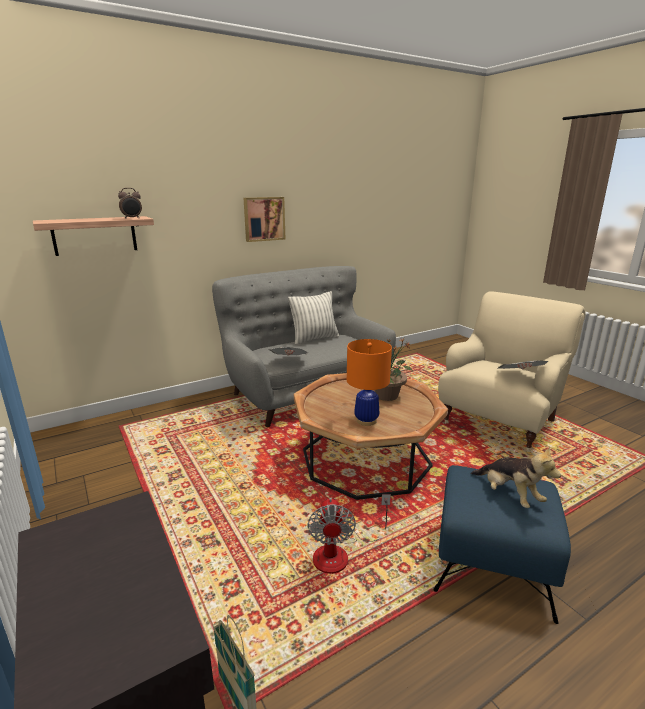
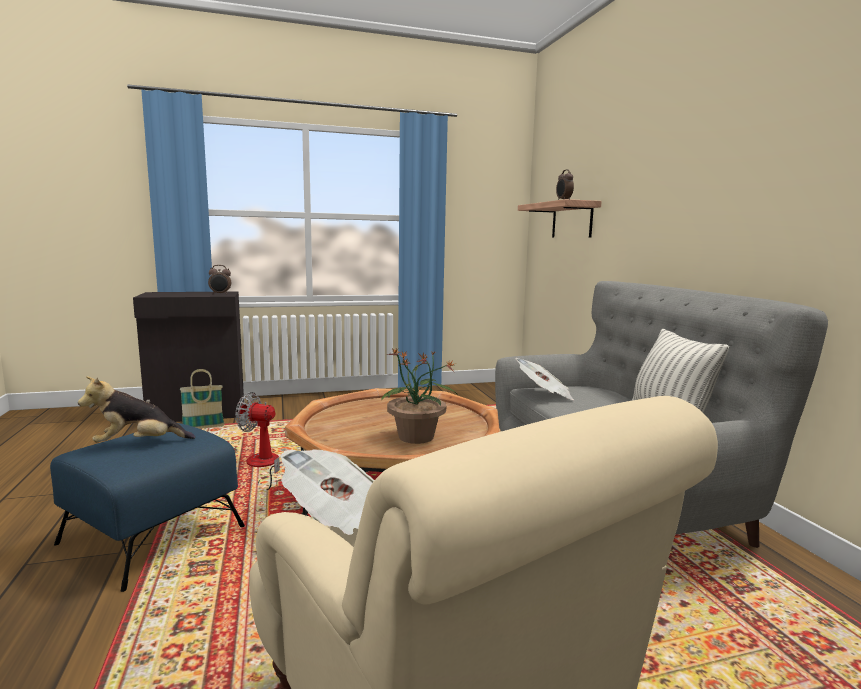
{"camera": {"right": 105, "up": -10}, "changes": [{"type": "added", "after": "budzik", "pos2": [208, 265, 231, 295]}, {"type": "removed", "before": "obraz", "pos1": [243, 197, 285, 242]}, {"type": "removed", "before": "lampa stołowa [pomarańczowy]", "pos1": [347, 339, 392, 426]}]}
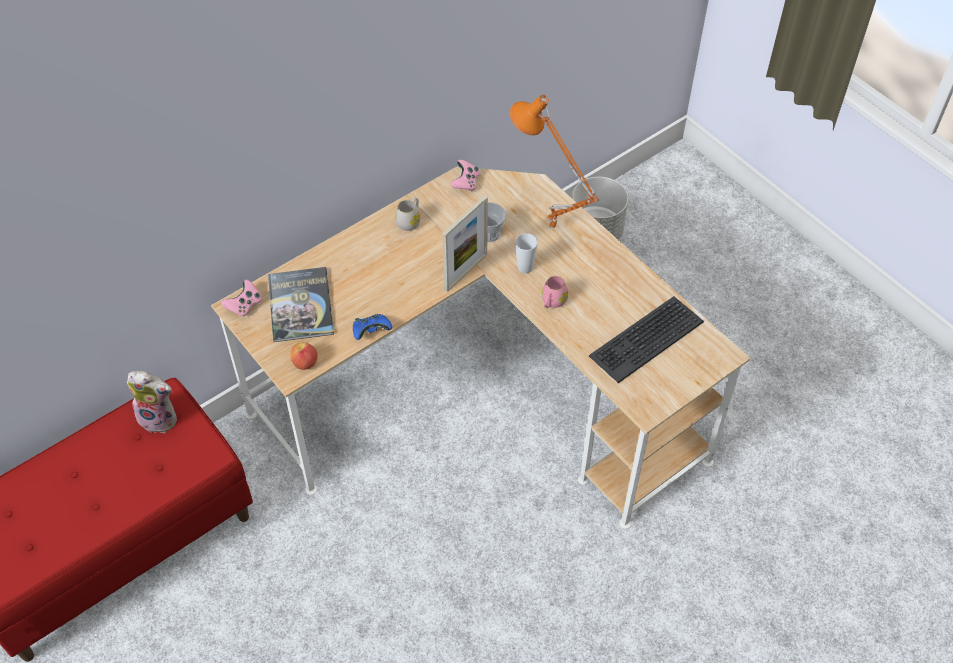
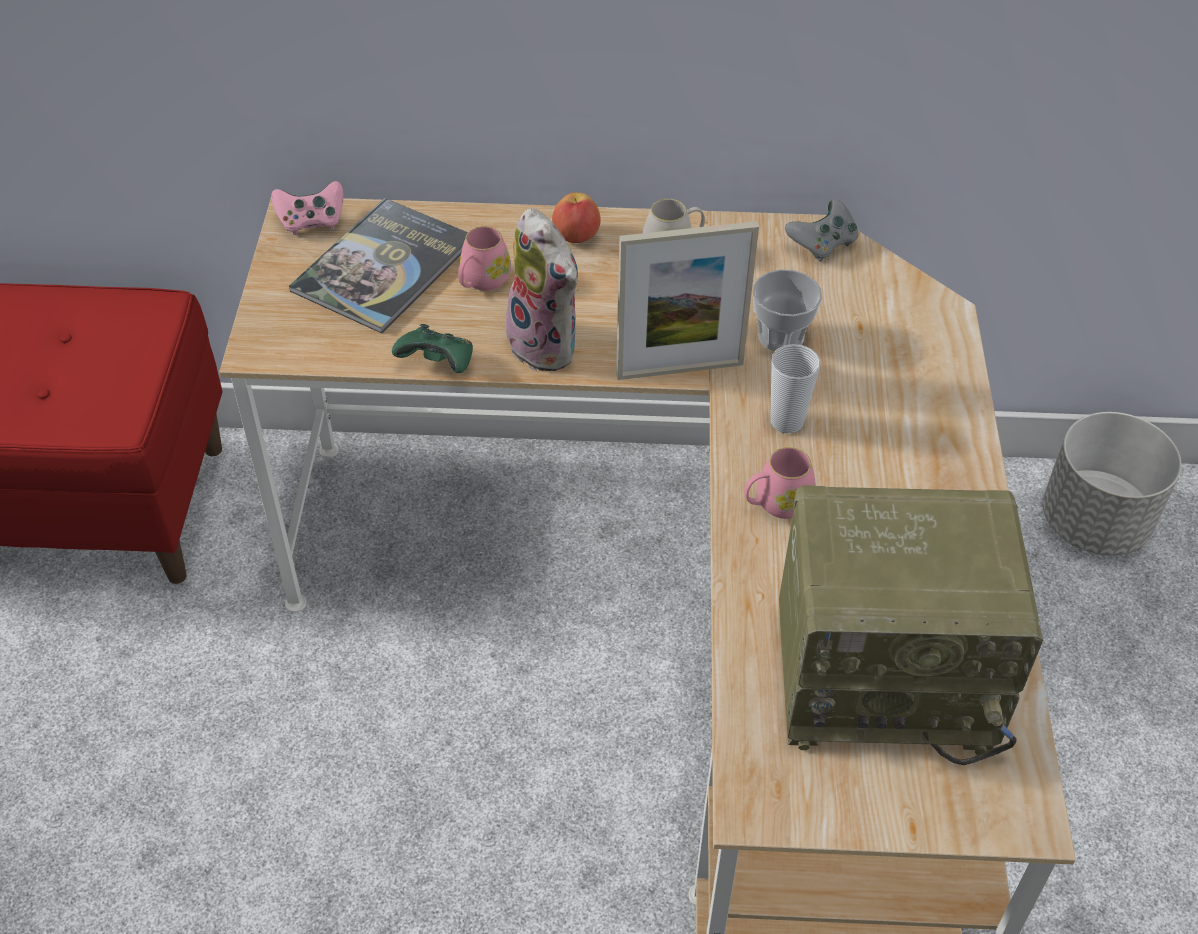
{"camera": {"right": 40, "up": -5}, "changes": [{"type": "recoloured", "before": "pad do gier [niebieski]", "after": "pad do gier [zielony]", "pos1": [353, 314, 392, 340], "pos2": [392, 324, 473, 373]}, {"type": "added", "after": "kubek [różowy]", "pos2": [458, 226, 511, 291]}, {"type": "moved", "before": "pluszak", "pos1": [127, 370, 177, 433], "pos2": [506, 208, 579, 372]}, {"type": "moved", "before": "jabłko", "pos1": [290, 342, 318, 370], "pos2": [552, 193, 601, 243]}, {"type": "replaced", "before": "klawiatura", "after": "radio", "pos1": [589, 296, 704, 383], "pos2": [779, 485, 1043, 765]}, {"type": "recoloured", "before": "pad do gier [różowy]", "after": "pad do gier [szary]", "pos1": [451, 160, 480, 191], "pos2": [785, 199, 859, 262]}, {"type": "removed", "before": "lampa stołowa [pomarańczowy]", "pos1": [510, 95, 599, 229]}]}
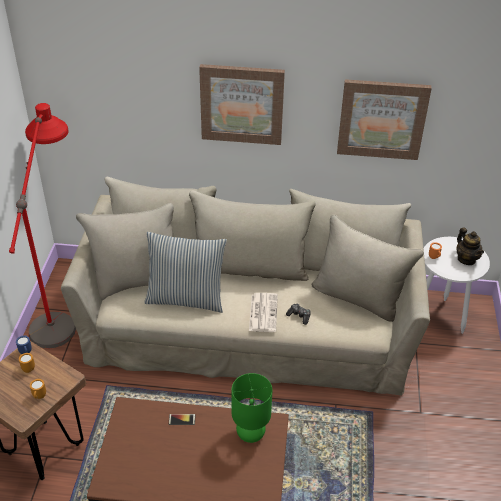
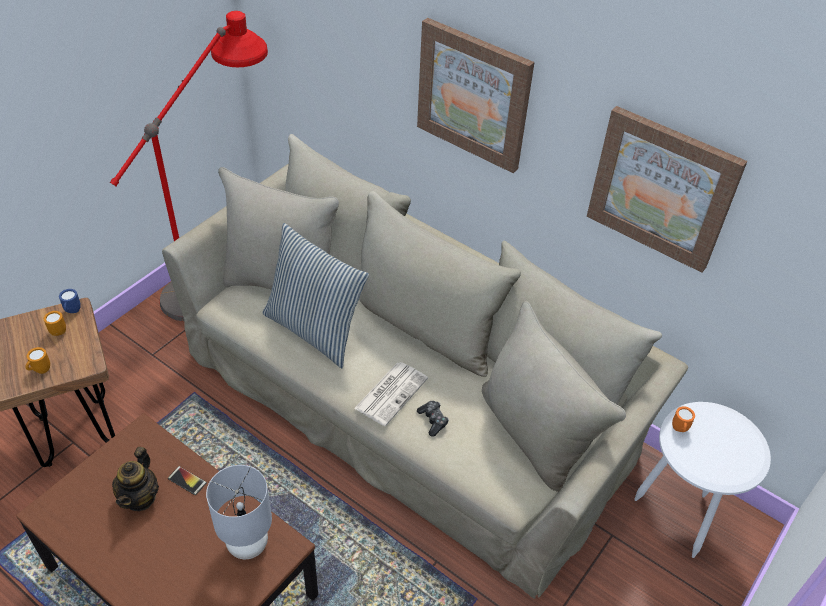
{"camera": {"right": 30, "up": 5}, "changes": [{"type": "moved", "before": "imbryk", "pos1": [456, 228, 484, 265], "pos2": [112, 447, 159, 511]}, {"type": "recoloured", "before": "lampa stołowa [zielony]", "after": "lampa stołowa [szary]", "pos1": [232, 373, 272, 443], "pos2": [206, 465, 272, 559]}]}
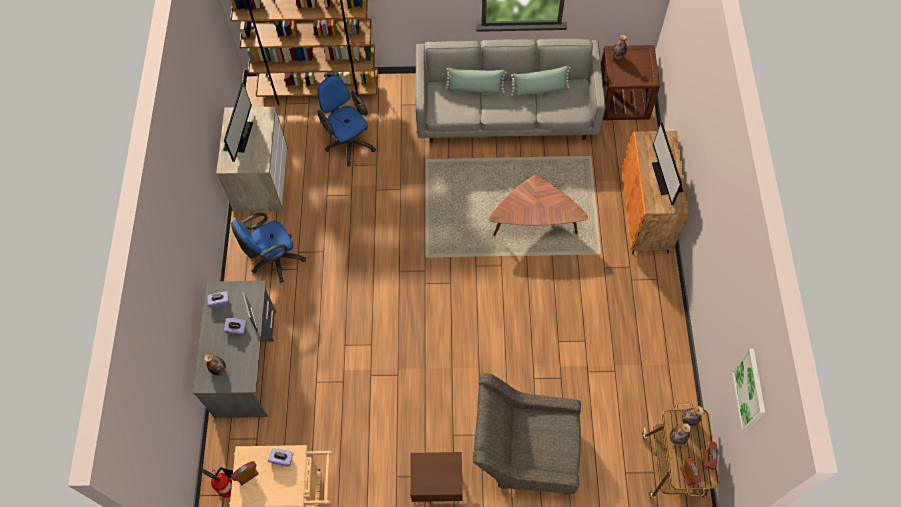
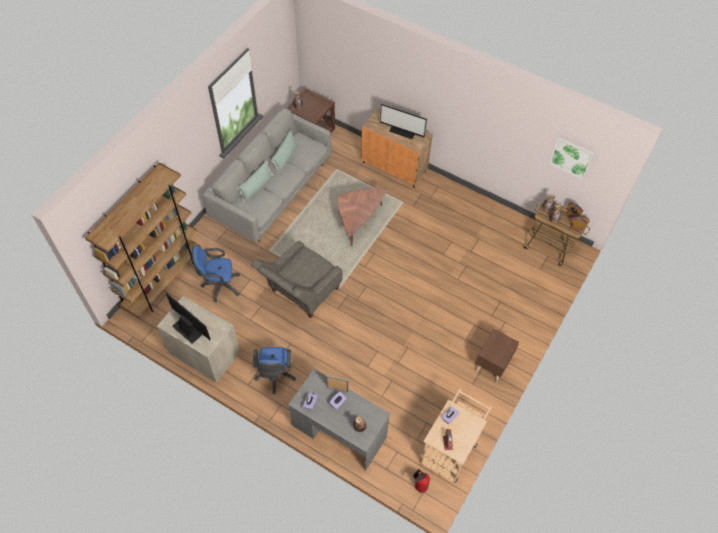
{"camera": {"right": -60, "up": -5}, "changes": [{"type": "moved", "before": "fotel [szary]", "pos1": [473, 373, 581, 494], "pos2": [251, 241, 342, 318]}]}
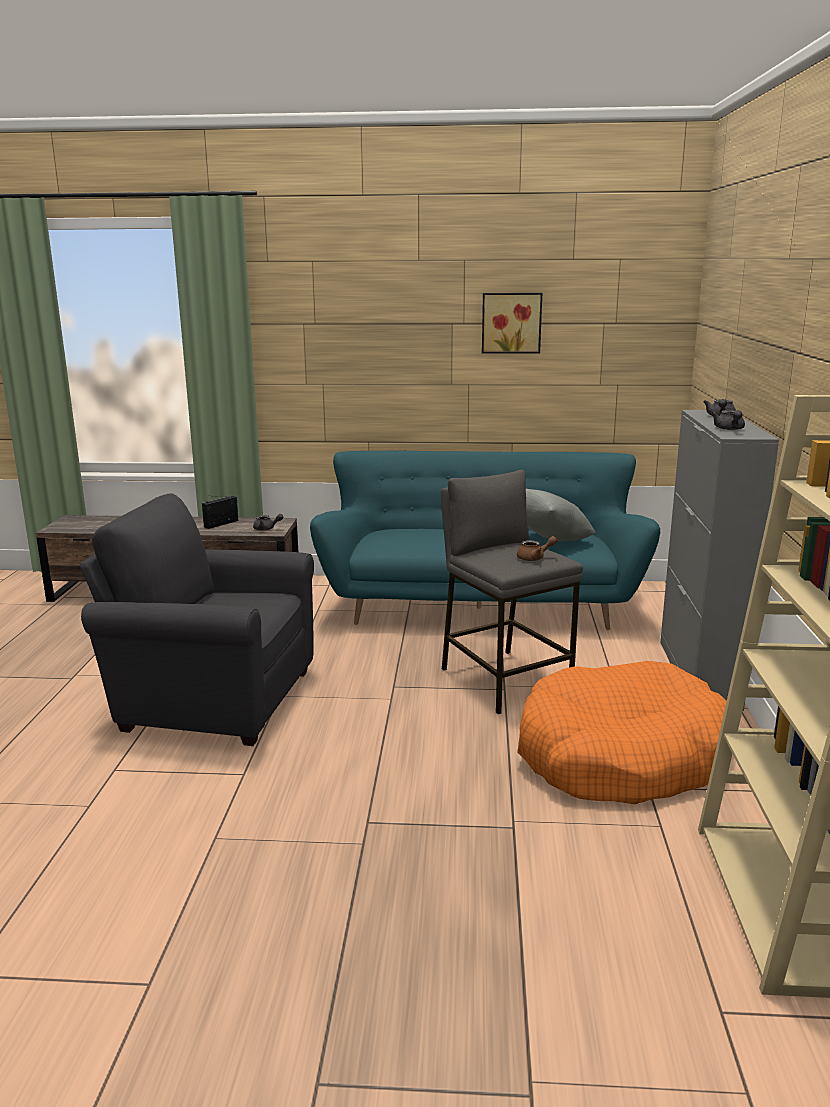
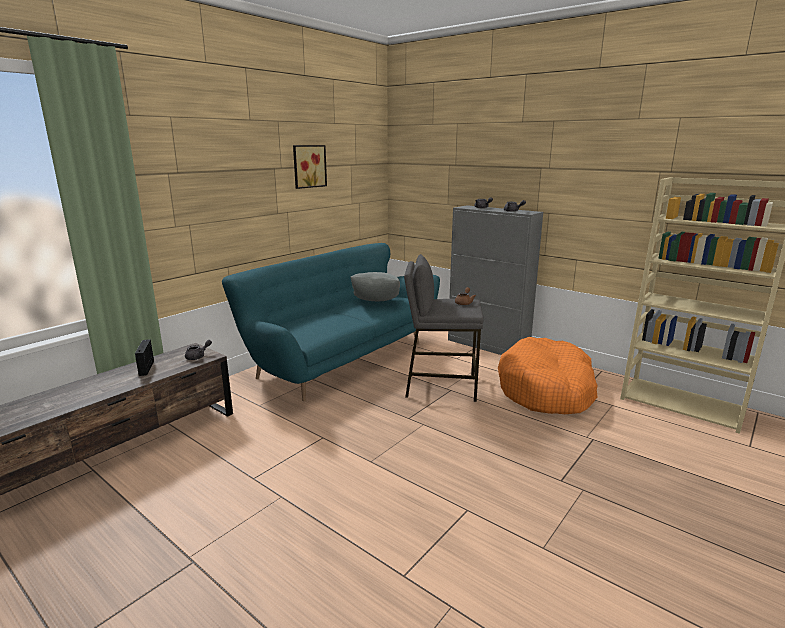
{"camera": {"right": -55, "up": 0}, "changes": [{"type": "removed", "before": "fotel [szary]", "pos1": [80, 493, 314, 746]}]}
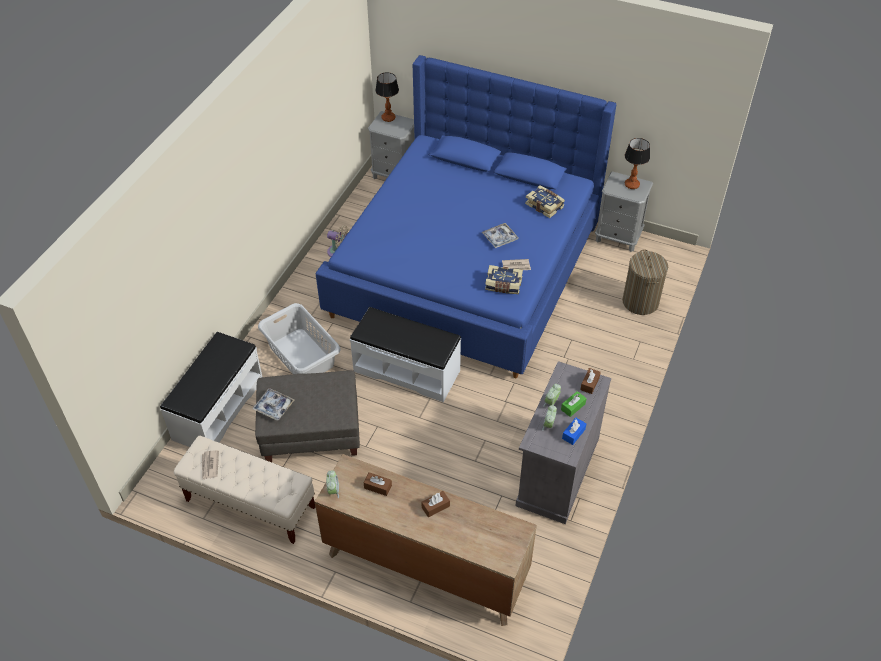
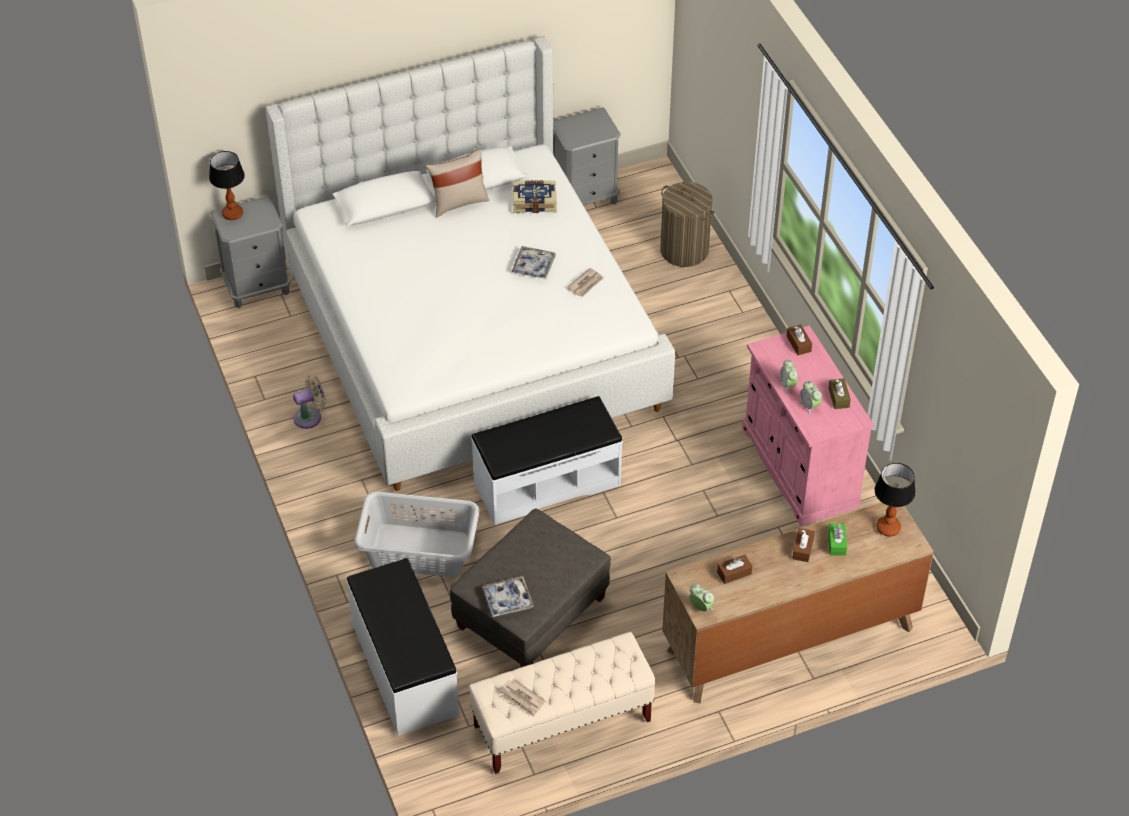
{"camera": {"right": -45, "up": 0}, "changes": [{"type": "recoloured", "before": "łóżko [niebieski]", "after": "łóżko [biały]", "pos1": [316, 55, 616, 378], "pos2": [266, 36, 675, 491]}, {"type": "added", "after": "poduszka [beżowy]", "pos2": [425, 148, 489, 217]}, {"type": "recoloured", "before": "szafka [szary]", "after": "szafka [różowy]", "pos1": [515, 361, 611, 524], "pos2": [742, 325, 874, 526]}, {"type": "recoloured", "before": "pudełko chusteczek [niebieski]", "after": "pudełko chusteczek [brązowy]", "pos1": [562, 418, 586, 445], "pos2": [828, 378, 851, 409]}, {"type": "moved", "before": "pudełko chusteczek [zielony]", "pos1": [561, 391, 587, 417], "pos2": [828, 523, 847, 556]}, {"type": "moved", "before": "lampa stołowa", "pos1": [625, 138, 650, 189], "pos2": [875, 463, 916, 536]}, {"type": "removed", "before": "książka", "pos1": [485, 265, 523, 294]}]}
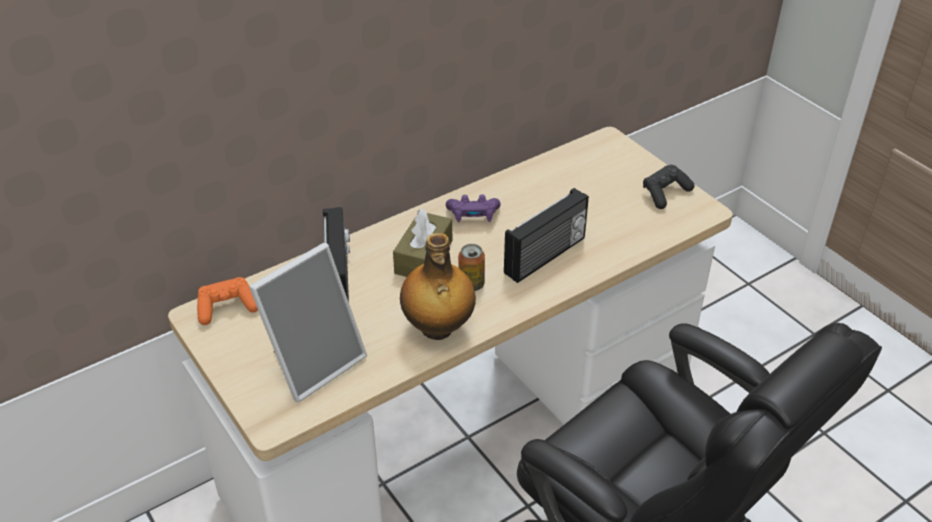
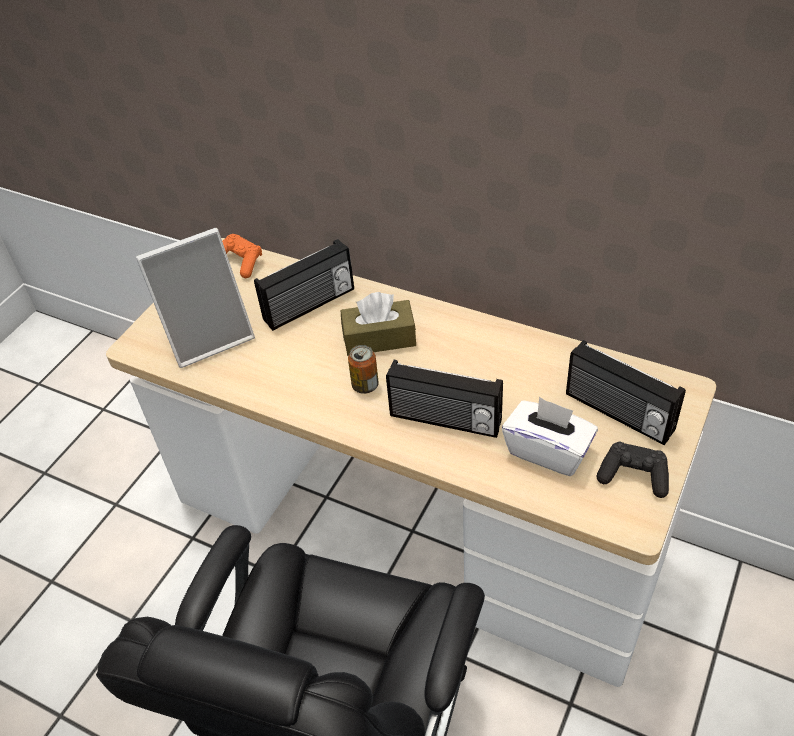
{"camera": {"right": 65, "up": 5}, "changes": [{"type": "turned", "before": "ramka na zdjęcie", "pos1": [249, 243, 367, 402], "pos2": [136, 228, 255, 368], "turn": -45}, {"type": "added", "after": "pudełko chusteczek [biały]", "pos2": [502, 397, 598, 476]}, {"type": "added", "after": "radio", "pos2": [566, 340, 686, 445]}, {"type": "removed", "before": "butelka", "pos1": [400, 233, 476, 340]}, {"type": "removed", "before": "pad do gier [fioletowy]", "pos1": [446, 194, 501, 223]}]}
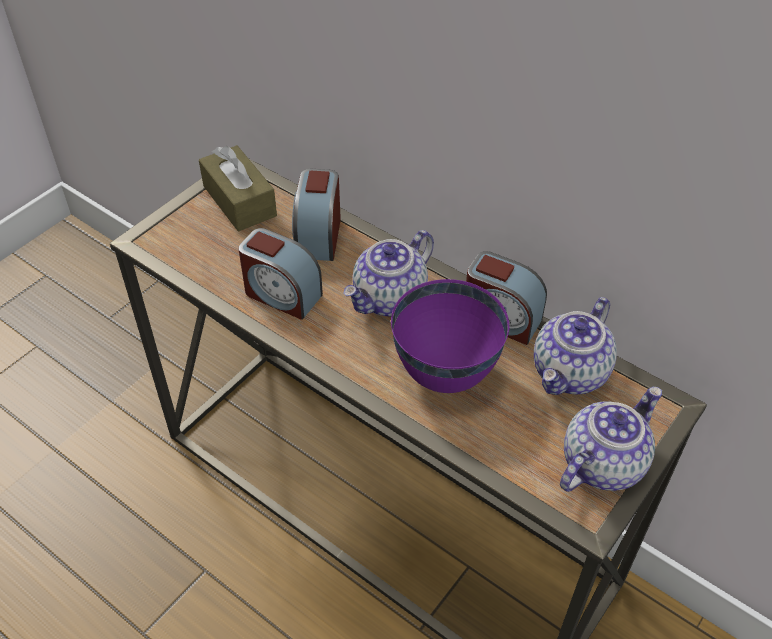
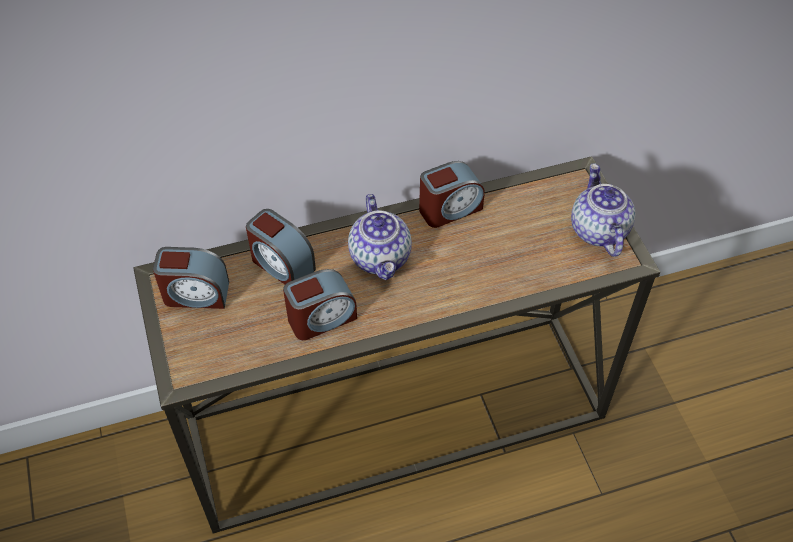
{"camera": {"right": -55, "up": 5}, "changes": [{"type": "replaced", "before": "pudełko chusteczek [brązowy]", "after": "budzik", "pos1": [199, 145, 277, 232], "pos2": [153, 247, 229, 309]}, {"type": "removed", "before": "miska [fioletowy]", "pos1": [391, 279, 509, 393]}, {"type": "removed", "before": "imbryk", "pos1": [534, 297, 617, 395]}]}
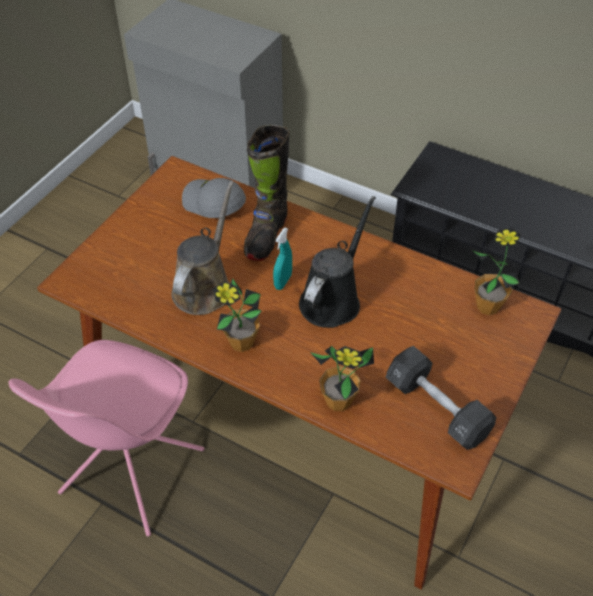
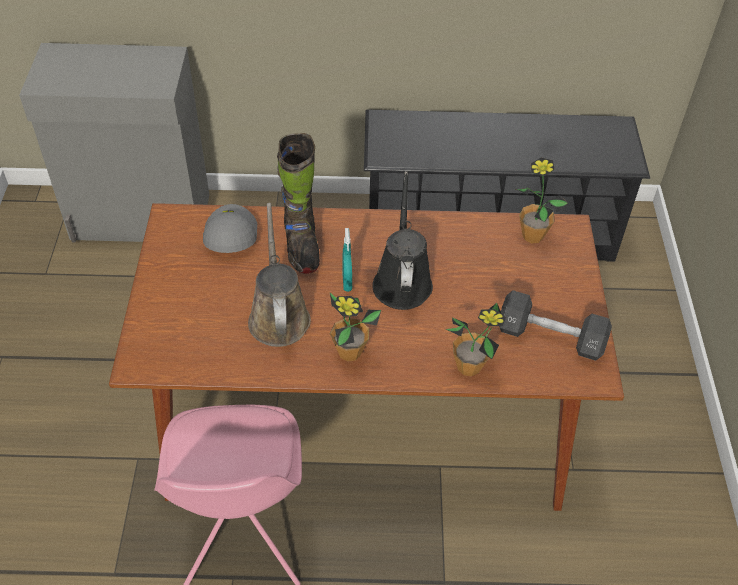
{"camera": {"right": -30, "up": 0}, "changes": [{"type": "turned", "before": "czapka z daszkiem [szary]", "pos1": [182, 178, 246, 218], "pos2": [203, 204, 257, 253], "turn": 75}]}
